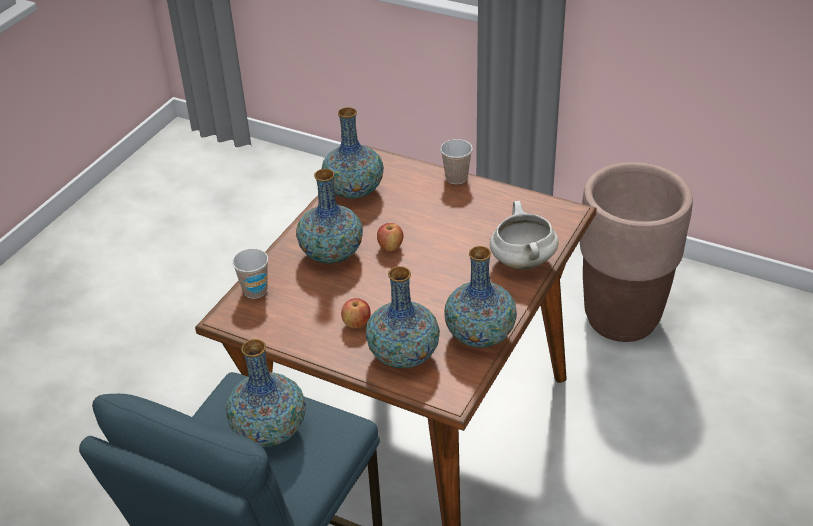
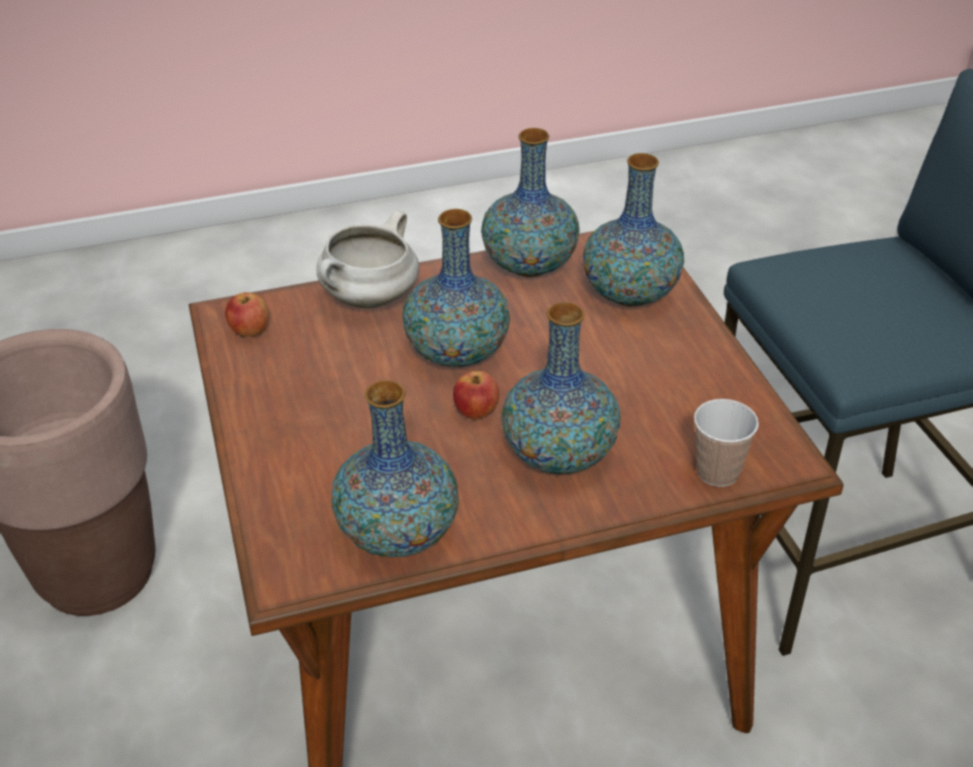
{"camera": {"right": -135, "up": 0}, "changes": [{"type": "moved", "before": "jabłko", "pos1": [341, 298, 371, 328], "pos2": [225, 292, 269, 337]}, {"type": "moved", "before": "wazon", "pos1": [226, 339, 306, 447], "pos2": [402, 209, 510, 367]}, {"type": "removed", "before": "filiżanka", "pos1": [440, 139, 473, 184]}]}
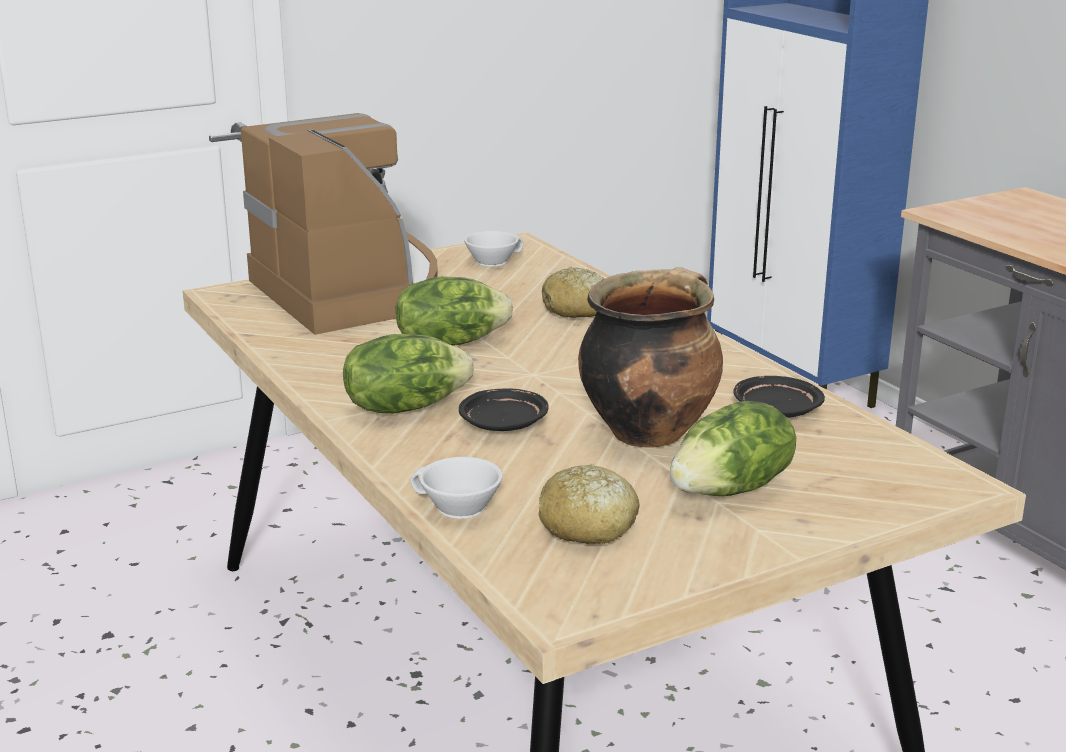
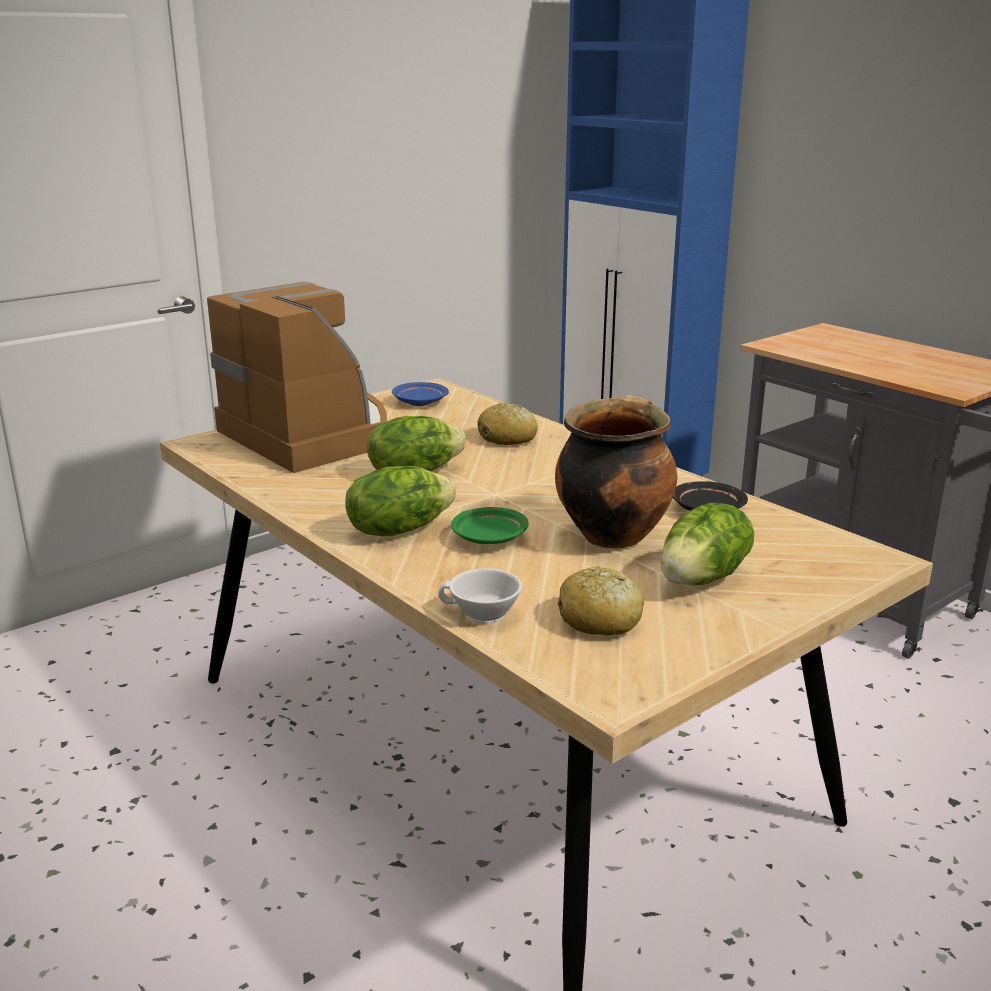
{"camera": {"right": -10, "up": 0}, "changes": [{"type": "replaced", "before": "filiżanka [biały]", "after": "talerz [niebieski]", "pos1": [464, 231, 524, 266], "pos2": [392, 382, 449, 406]}, {"type": "recoloured", "before": "talerz [czarny]", "after": "talerz [zielony]", "pos1": [459, 388, 549, 431], "pos2": [451, 507, 529, 544]}]}
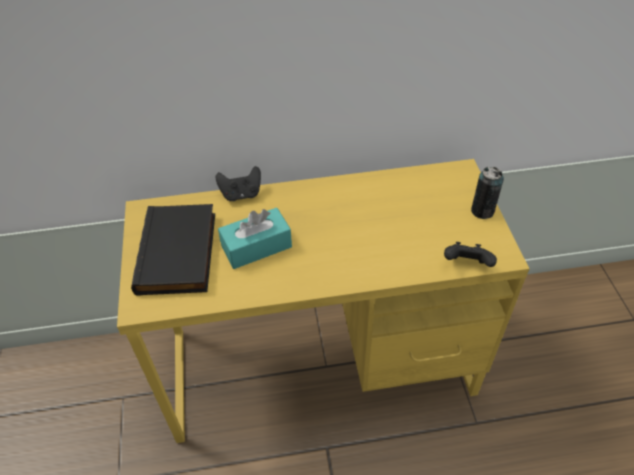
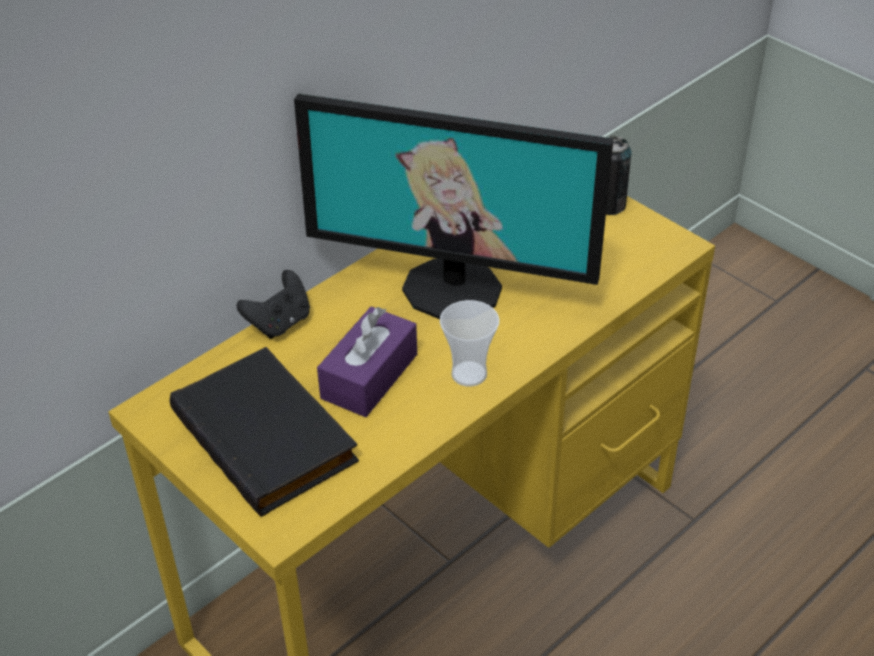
{"camera": {"right": -35, "up": -5}, "changes": [{"type": "added", "after": "monitor", "pos2": [294, 94, 613, 319]}, {"type": "recoloured", "before": "pudełko chusteczek [turkusowy]", "after": "pudełko chusteczek [fioletowy]", "pos1": [218, 208, 292, 269], "pos2": [317, 306, 417, 417]}, {"type": "added", "after": "filiżanka", "pos2": [440, 300, 499, 387]}, {"type": "removed", "before": "pad do gier [czarny]", "pos1": [444, 242, 497, 267]}]}
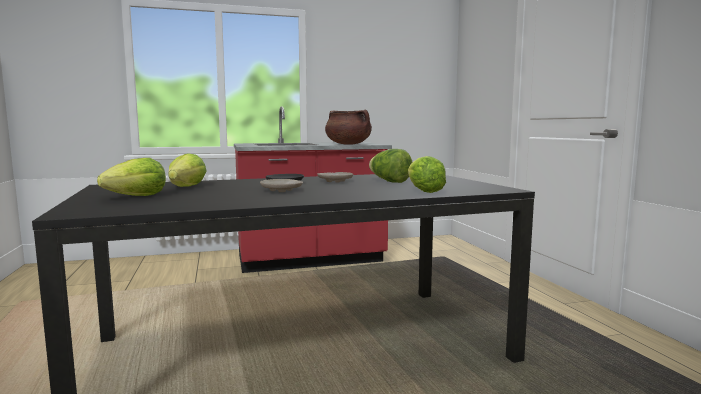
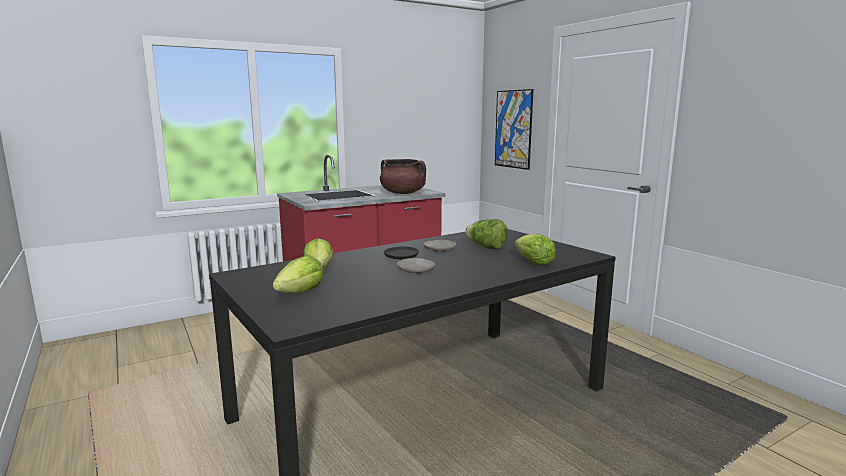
{"camera": {"right": -15, "up": 5}, "changes": [{"type": "added", "after": "obraz", "pos2": [495, 89, 534, 170]}]}
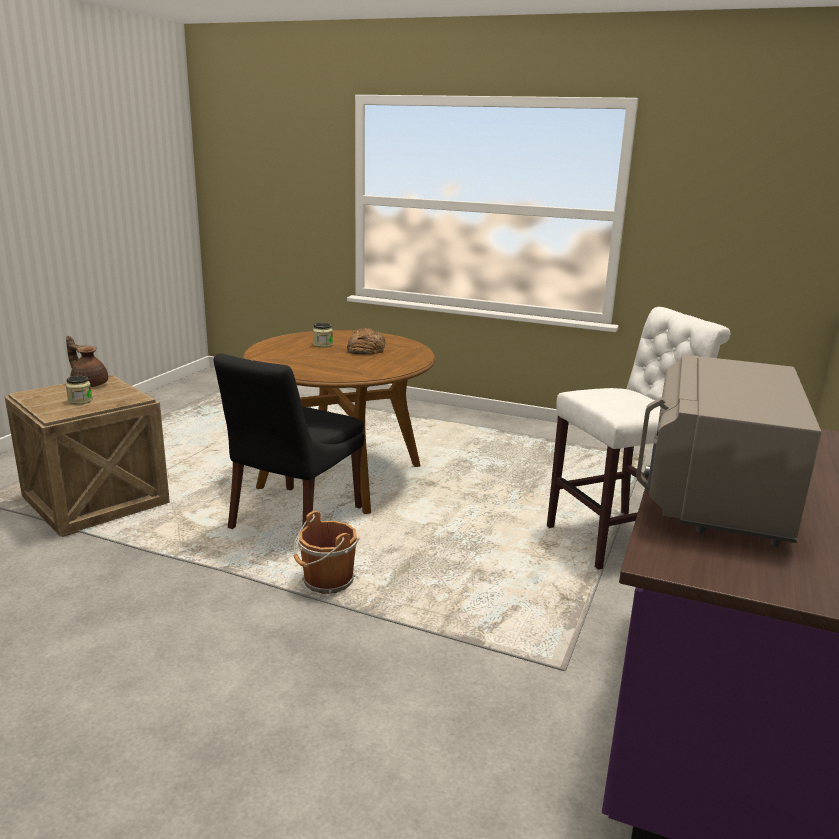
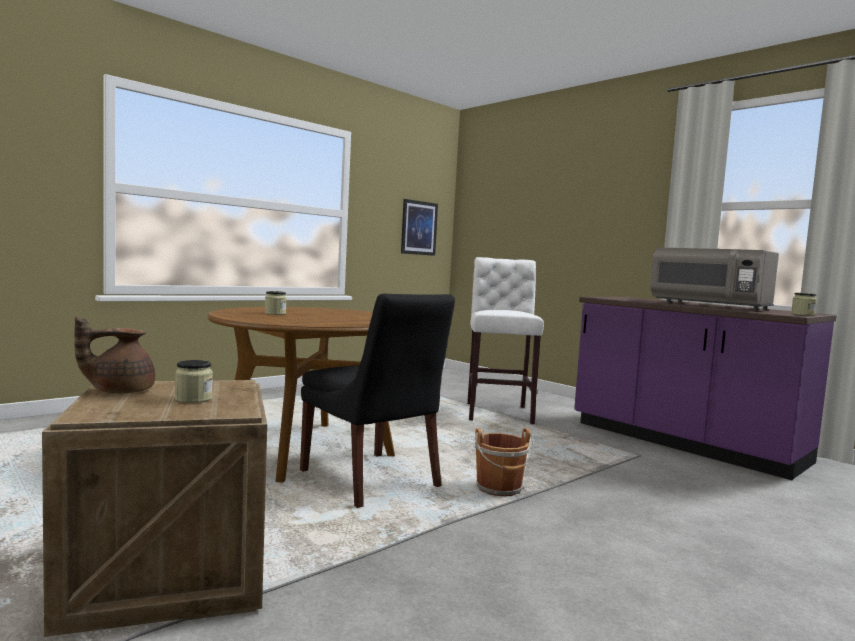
{"camera": {"right": -65, "up": -15}, "changes": [{"type": "added", "after": "obraz", "pos2": [401, 199, 438, 256]}, {"type": "added", "after": "słoik", "pos2": [791, 293, 817, 316]}, {"type": "removed", "before": "chleb", "pos1": [347, 328, 385, 354]}]}
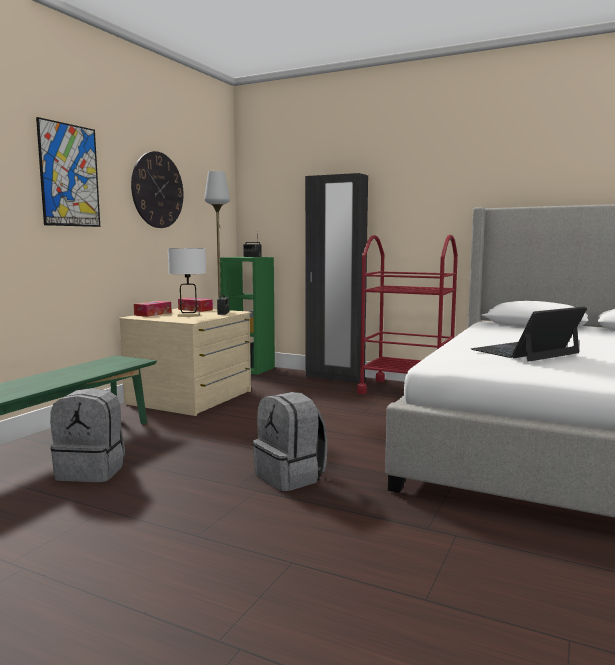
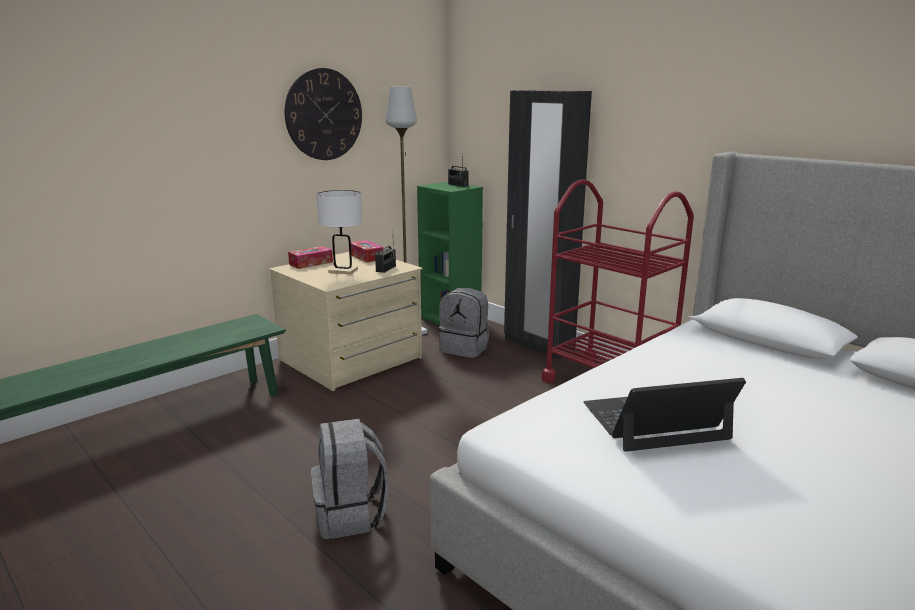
{"camera": {"right": 20, "up": 10}, "changes": [{"type": "moved", "before": "plecak [szary]", "pos1": [50, 388, 125, 482], "pos2": [439, 288, 489, 358]}, {"type": "removed", "before": "obraz", "pos1": [36, 117, 100, 227]}]}
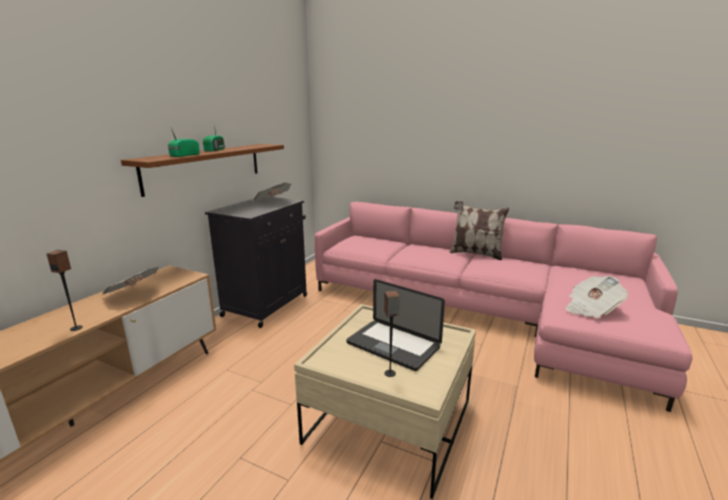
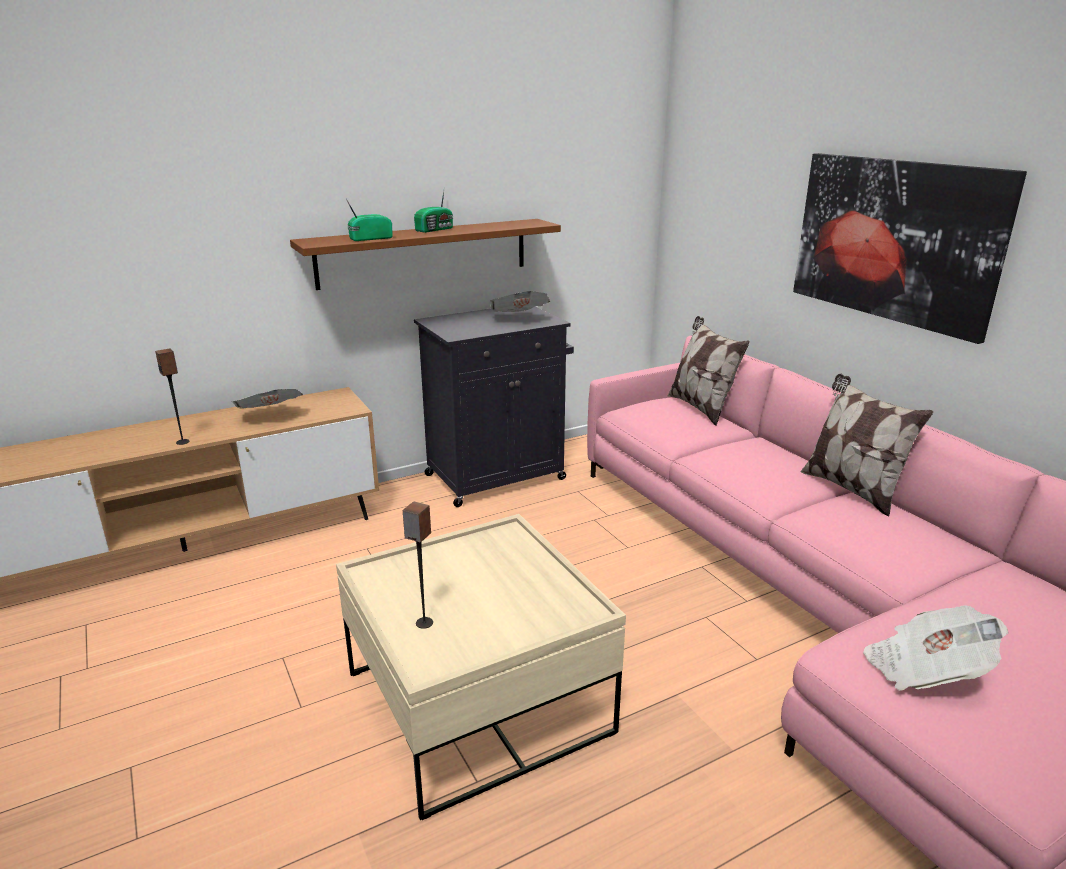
{"camera": {"right": 35, "up": 5}, "changes": [{"type": "added", "after": "poduszka", "pos2": [668, 316, 750, 426]}, {"type": "added", "after": "obraz", "pos2": [793, 153, 1027, 344]}, {"type": "removed", "before": "laptop", "pos1": [346, 279, 445, 371]}]}
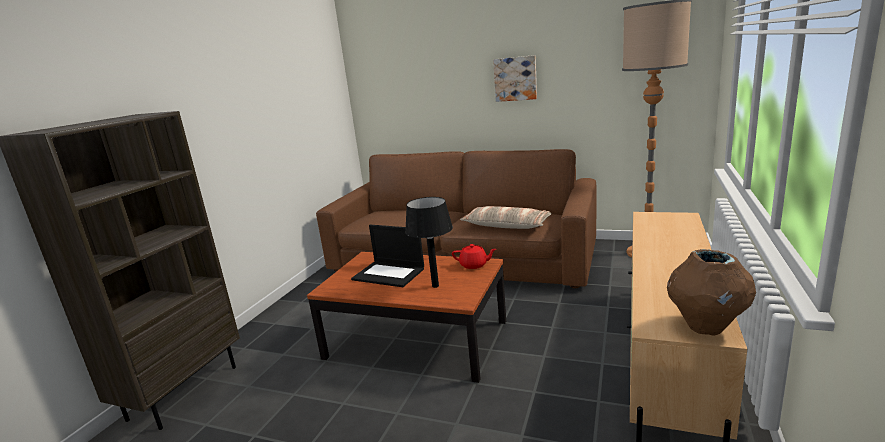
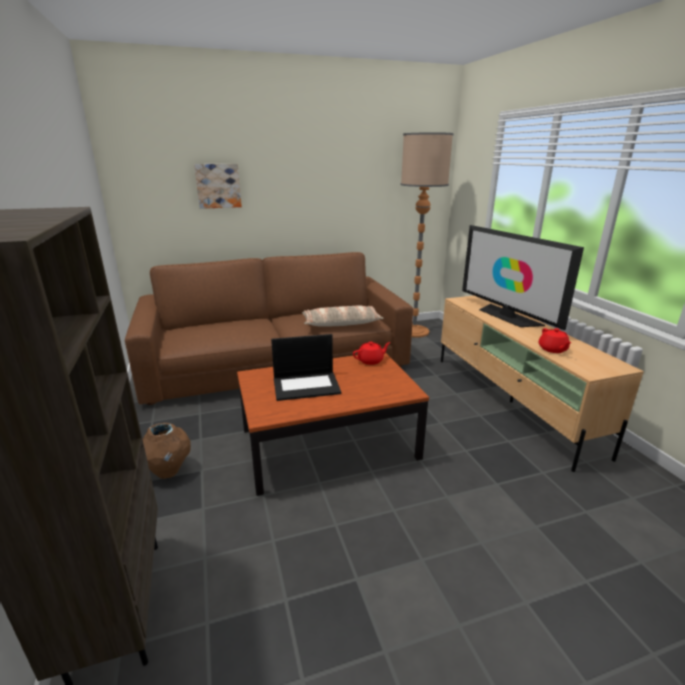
{"camera": {"right": -40, "up": 5}, "changes": [{"type": "moved", "before": "wazon [brązowy]", "pos1": [667, 249, 756, 336], "pos2": [143, 423, 191, 479]}, {"type": "moved", "before": "obraz", "pos1": [493, 55, 537, 102], "pos2": [194, 164, 242, 209]}, {"type": "added", "after": "telewizor", "pos2": [462, 225, 584, 330]}, {"type": "added", "after": "imbryk [czerwony]", "pos2": [538, 328, 571, 353]}, {"type": "removed", "before": "lampa stołowa [czarny]", "pos1": [405, 197, 453, 288]}]}
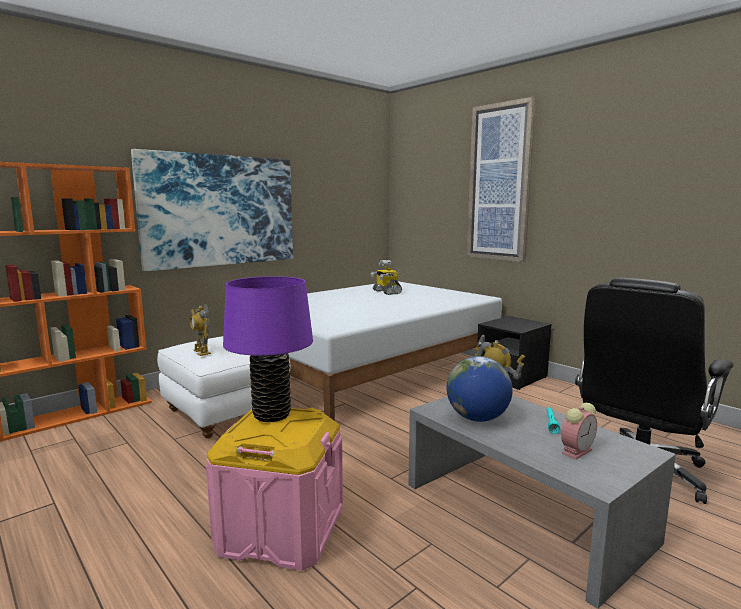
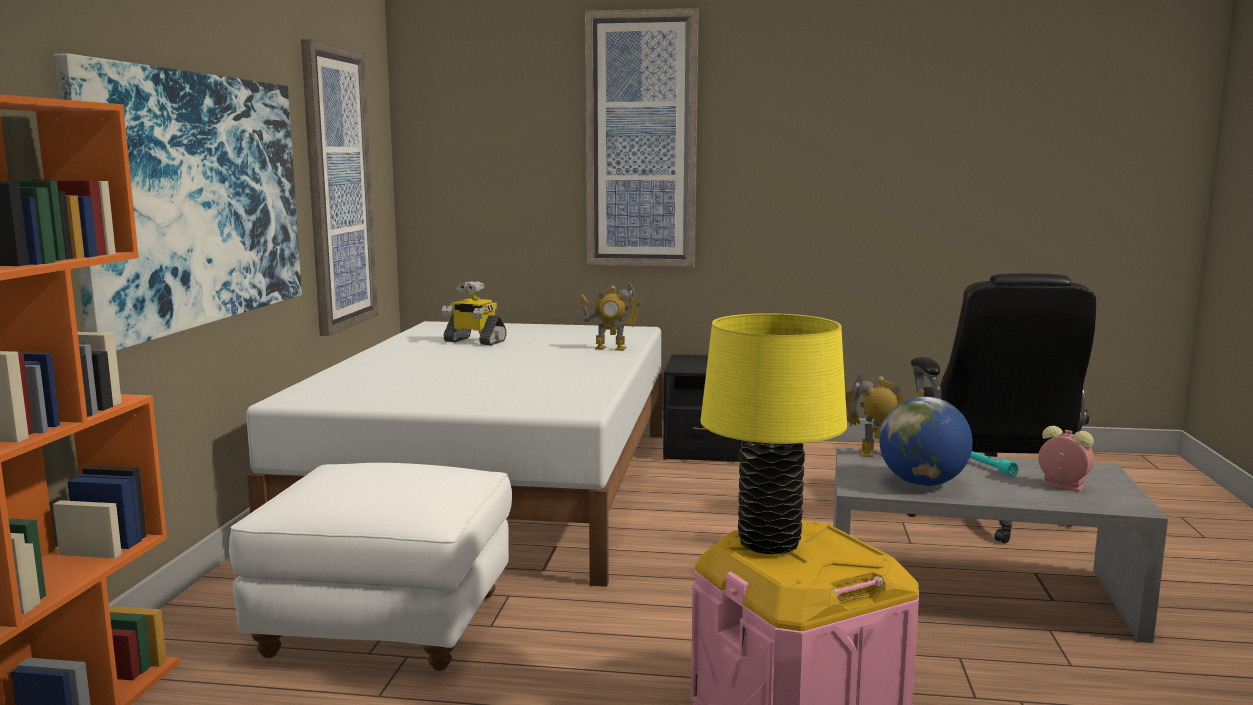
{"camera": {"right": -40, "up": 0}, "changes": [{"type": "added", "after": "obraz", "pos2": [301, 39, 378, 336]}, {"type": "moved", "before": "robot zabawkowy", "pos1": [190, 304, 211, 356], "pos2": [580, 282, 642, 351]}, {"type": "recoloured", "before": "lampa stołowa [fioletowy]", "after": "lampa stołowa [żółty]", "pos1": [223, 276, 313, 422], "pos2": [700, 313, 847, 554]}, {"type": "turned", "before": "budzik", "pos1": [561, 403, 597, 459], "pos2": [1038, 426, 1094, 492], "turn": -60}]}
